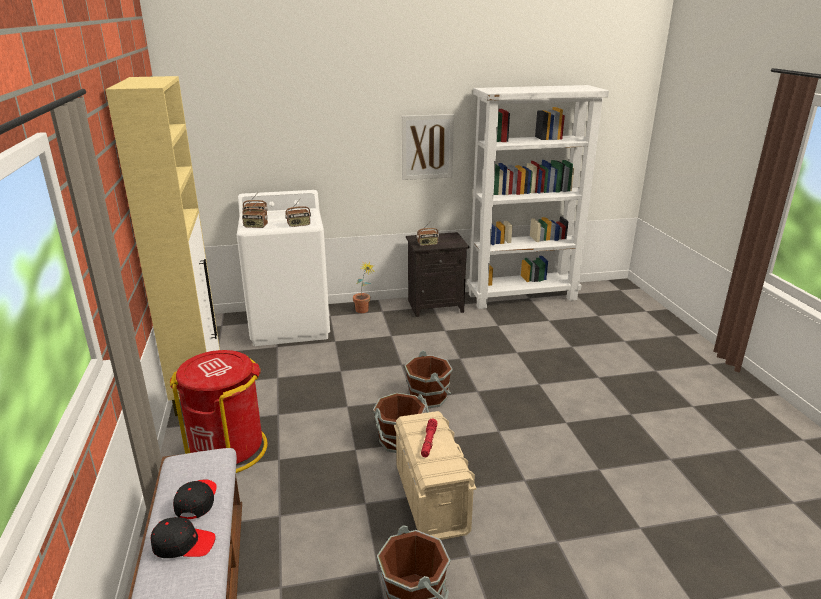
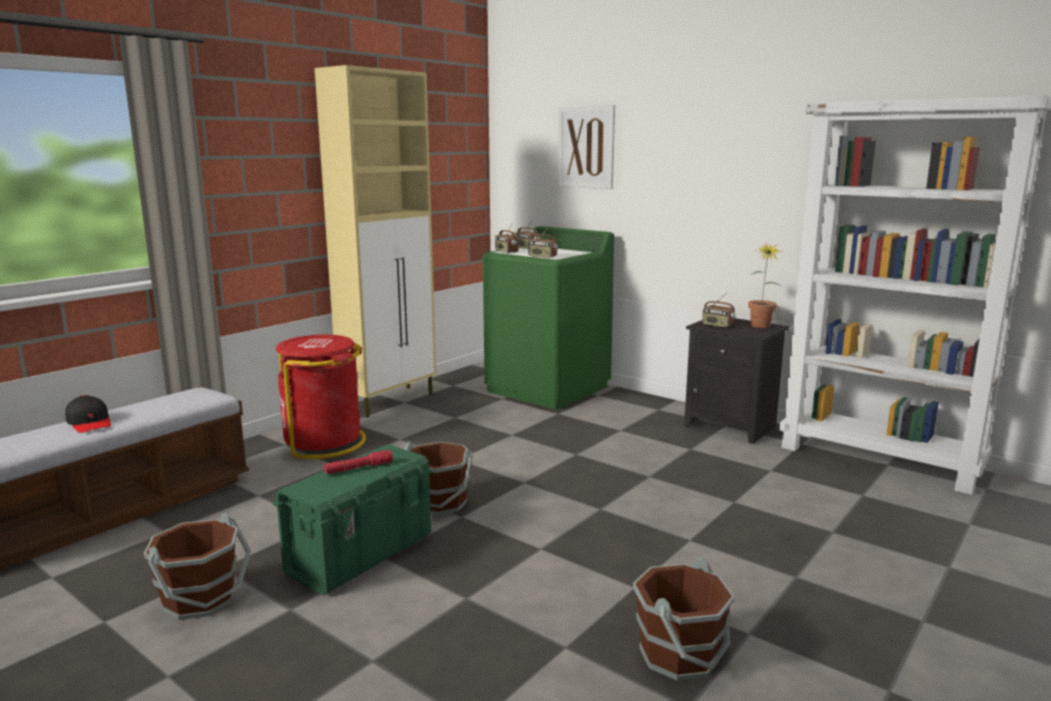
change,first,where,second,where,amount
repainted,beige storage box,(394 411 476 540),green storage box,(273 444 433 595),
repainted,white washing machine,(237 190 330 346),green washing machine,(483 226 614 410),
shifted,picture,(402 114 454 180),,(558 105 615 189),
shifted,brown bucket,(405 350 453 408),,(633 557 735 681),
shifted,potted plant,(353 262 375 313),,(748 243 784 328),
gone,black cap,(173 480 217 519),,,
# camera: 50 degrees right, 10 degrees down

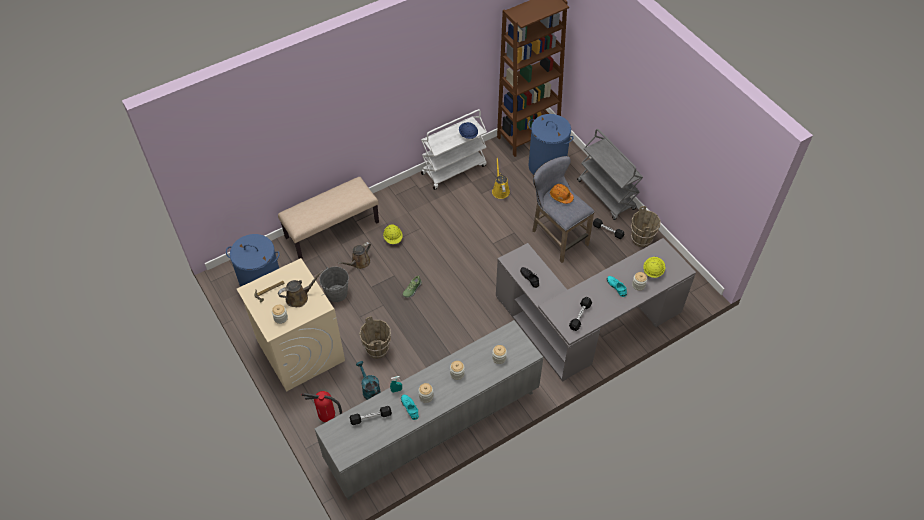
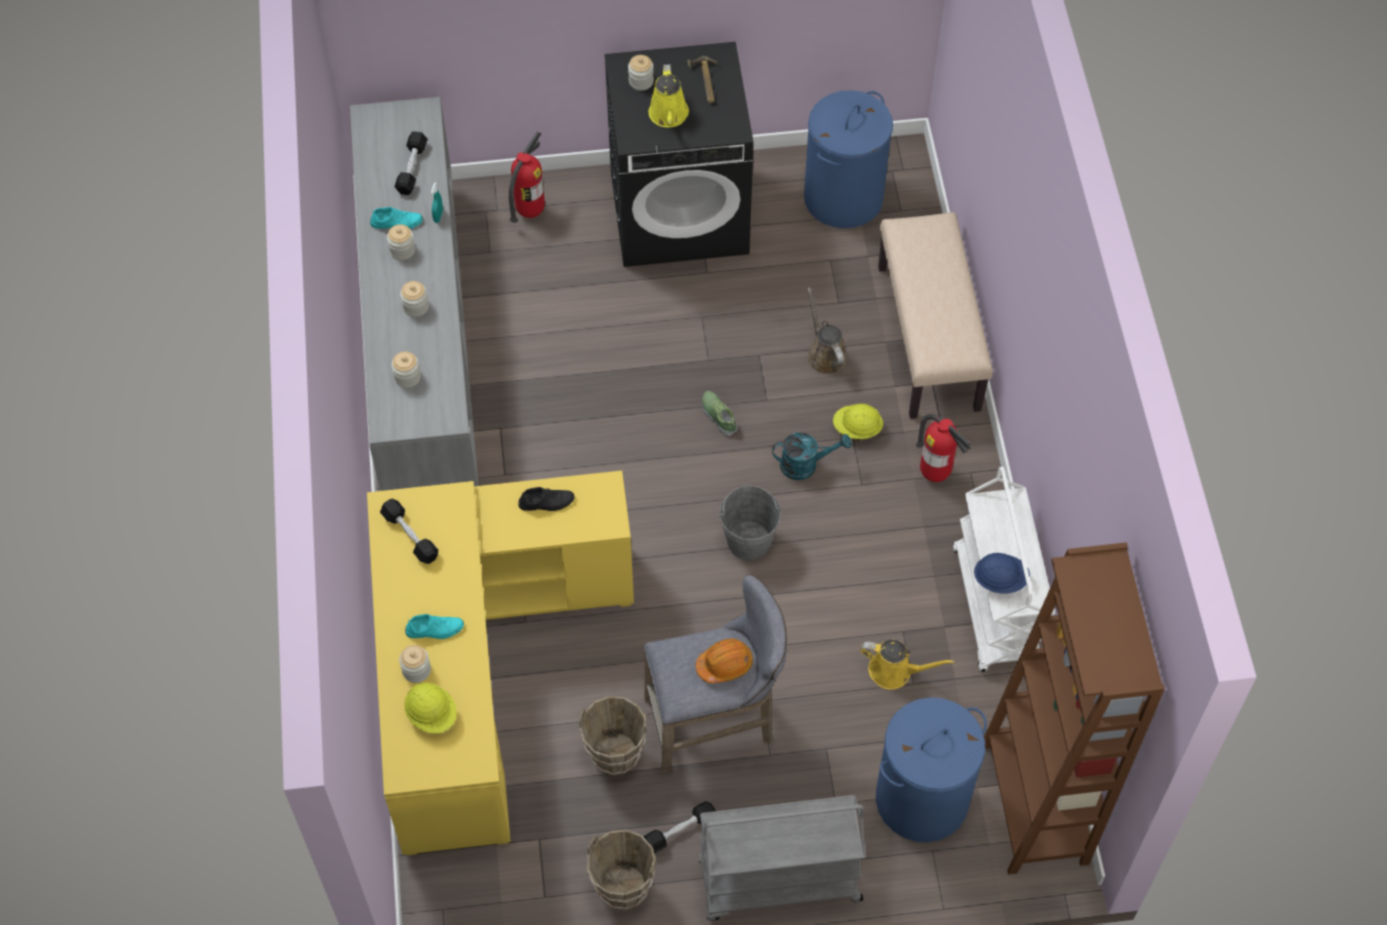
change,first,where,second,where,amount
repainted,grey desk,(496 238 696 382),yellow desk,(367 471 634 855),
shifted,brown bucket,(359 316 391 359),,(579 696 646 776),
repainted,beige washing machine,(237 258 345 392),black washing machine,(605 42 754 267),
repainted,brown watering can,(278 270 323 307),yellow watering can,(649 64 689 127),
shifted,grey bucket,(319 267 349 302),,(719 485 782 560),
shifted,turquoise watering can,(356 361 381 400),,(772 432 852 480),
new,,,fire extinguisher,(916 414 971 482),
# camera: 115 degrees right, 5 degrees up

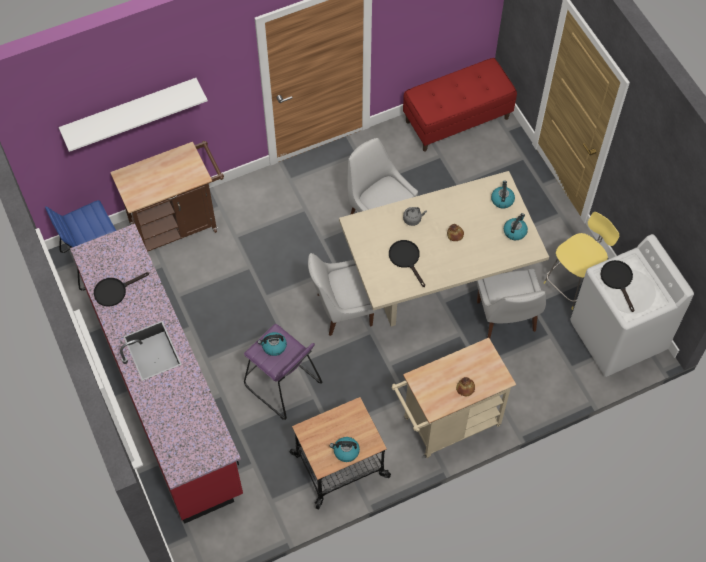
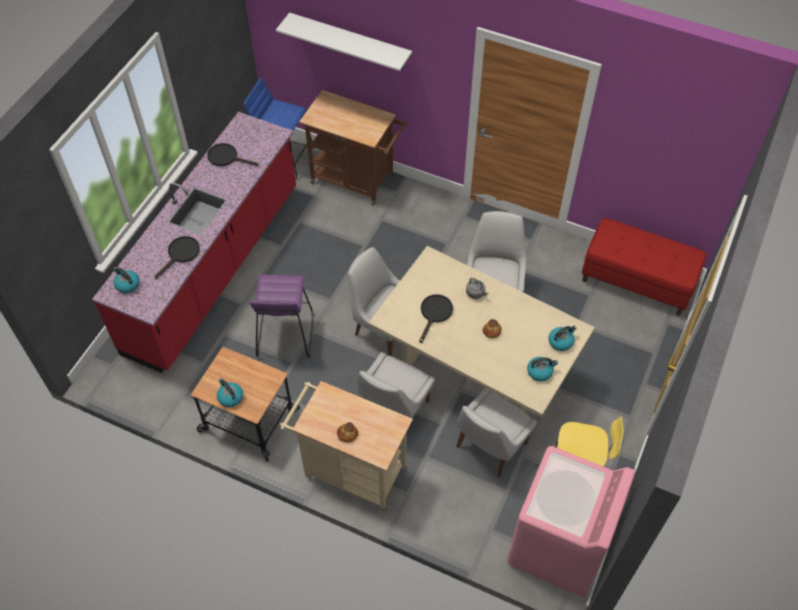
change,first,where,second,where,amount
shifted,kettle,(258 332 287 356),,(113 267 140 293),
shifted,black frying pan,(601 260 634 312),,(154 236 200 279),
new,,,white chair,(357 352 435 437),
repainted,white washing machine,(570 234 694 377),pink washing machine,(507 446 635 598),
# camera: 50 degrees right, 5 degrees down

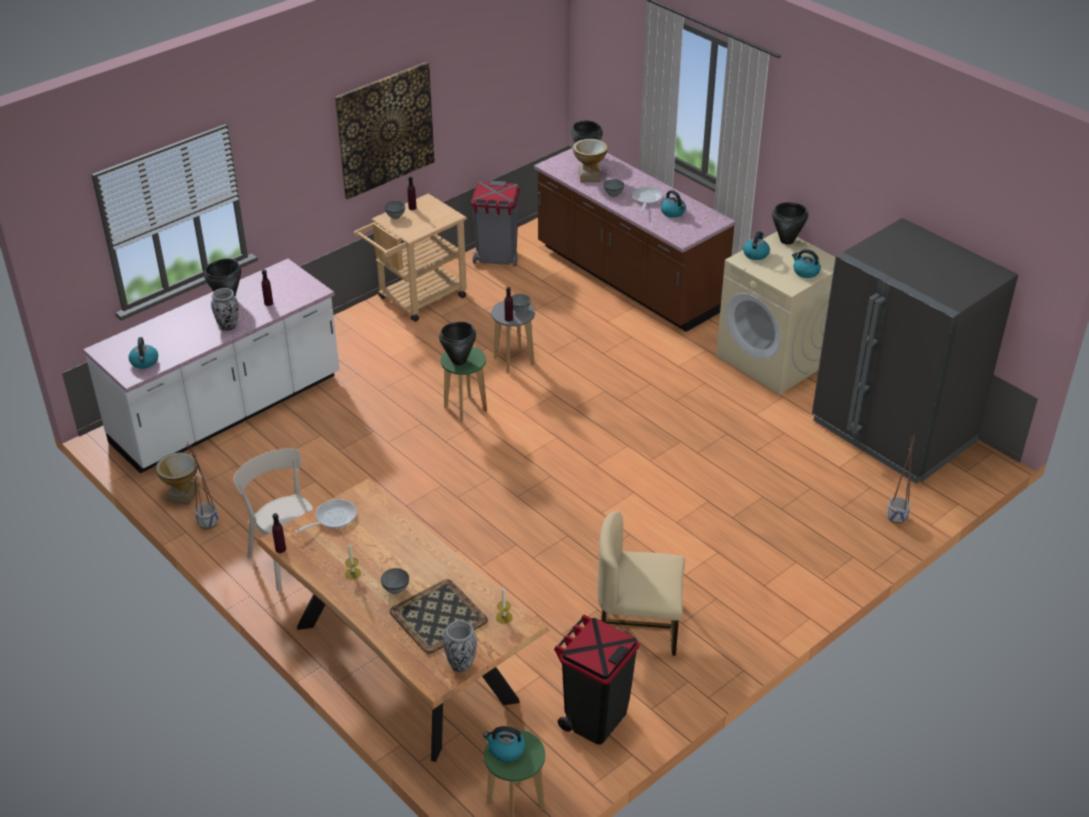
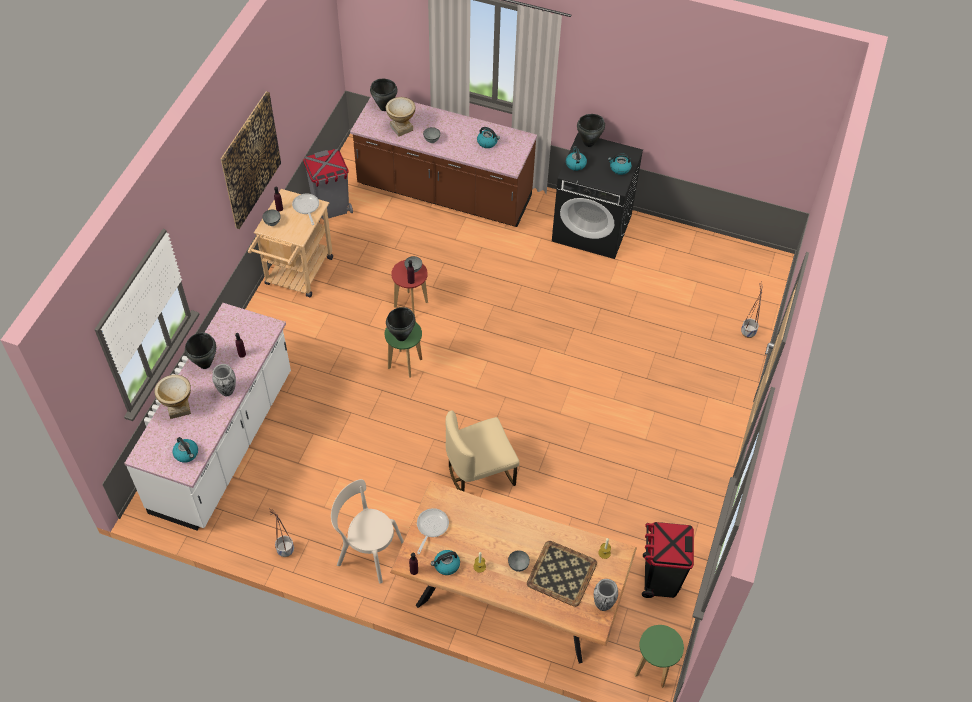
change,first,where,second,where,amount
shifted,vase,(156 452 198 505),,(154 375 191 419),
shifted,frying pan,(632 187 663 212),,(292 194 319 225),
repainted,grey stool,(491 301 535 373),red stool,(391 260 428 315),
shifted,kettle,(483 726 525 762),,(431 550 460 575),
shifted,beige chair,(597 511 685 656),,(445 410 519 492),
repainted,beige washing machine,(716 232 835 395),black washing machine,(552 133 643 259),
gone,grey fridge,(812 218 1018 484),,,
# camera: 30 degrees left, 15 degrees up

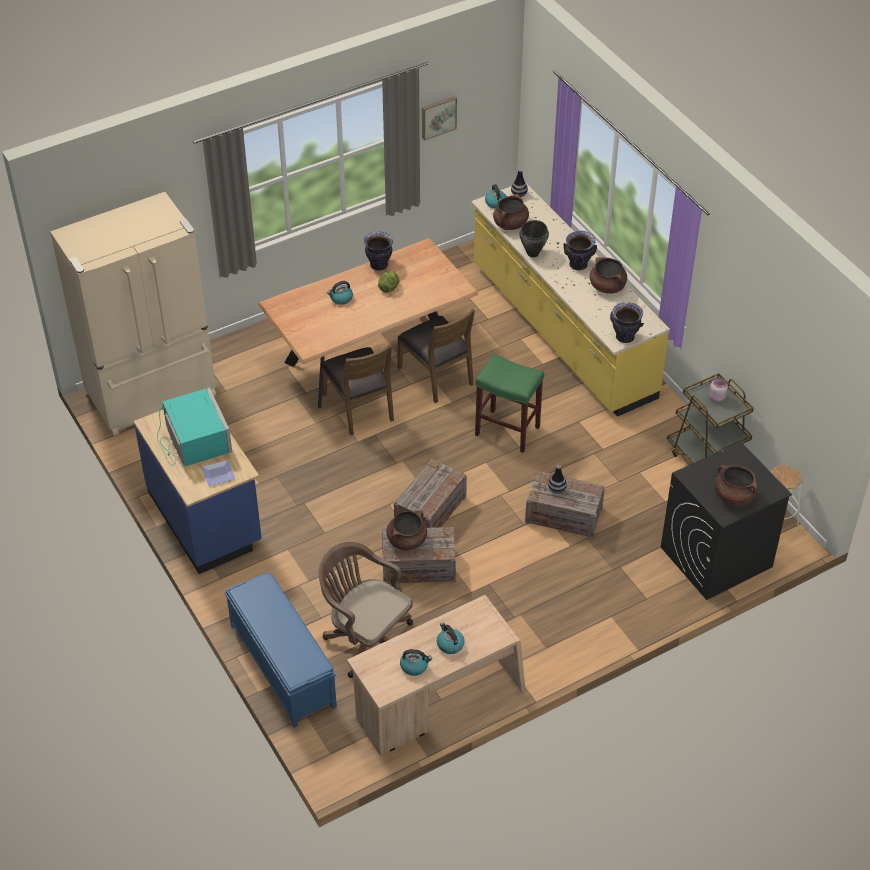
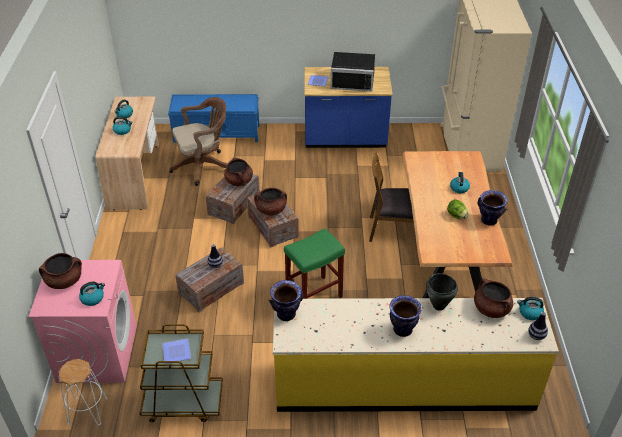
change,first,where,second,where,amount
repainted,black washing machine,(661 441 792 600),pink washing machine,(29 260 137 383),
new,,,kettle,(79 282 105 306),
swapped,pink jar,(709 377 728 402),plate,(162 338 191 361),
shifted,brown cooking pot,(590 257 627 294),,(254 188 287 215),
repainted,turquoise microwave,(157 388 232 466),black microwave,(331 52 375 92),
gone,brown chair,(397 309 475 403),,,
gone,picture,(422 96 457 140),,,
# camera: 120 degrees right, 5 degrees down

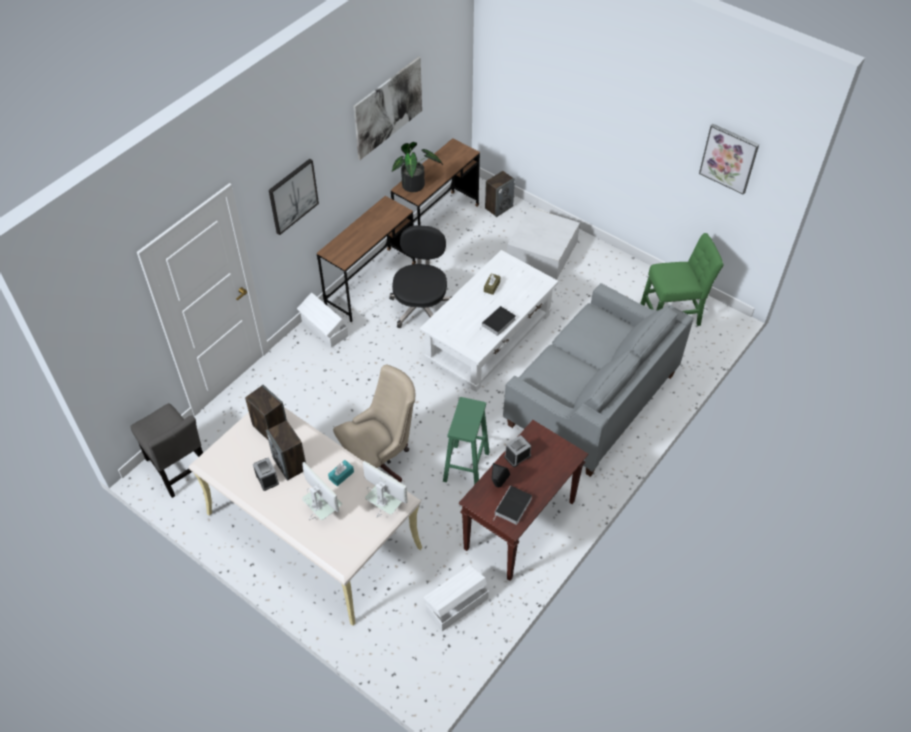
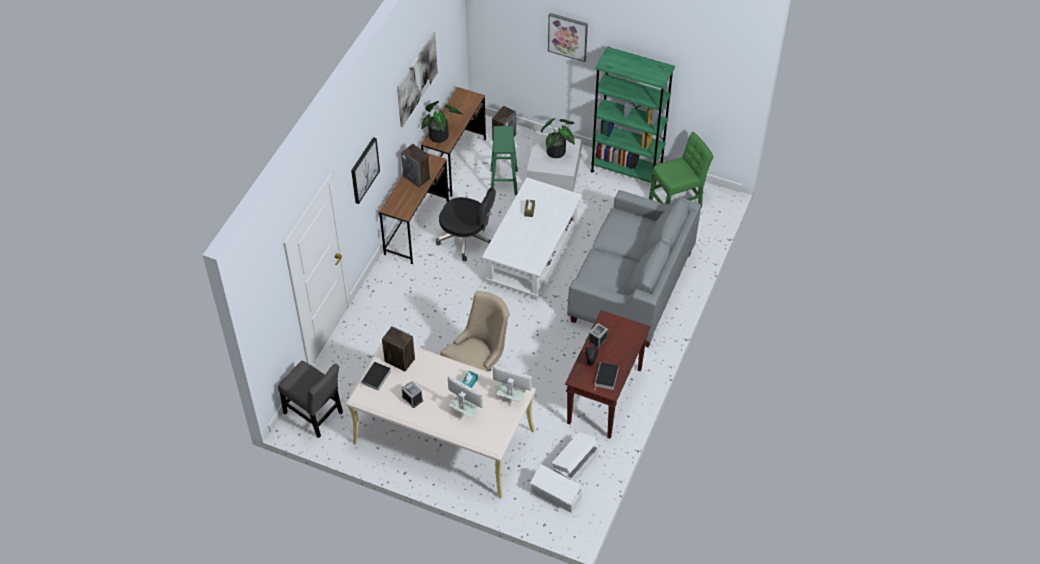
change,first,where,second,where,amount
shifted,book,(479 306 516 336),,(360 362 391 391),
shifted,speaker,(266 420 306 481),,(401 144 431 188),
rotated,black office chair,(389 225 452 328),,(436 188 496 261),120 degrees clockwise
shifted,green stool,(443 397 489 485),,(491 126 518 195),
shifted,white storage box,(297 292 348 348),,(530 464 583 512),
new,,,potted plant,(541 118 575 158),
shifted,picture,(699 124 759 194),,(548 13 588 62),
new,,,green bookcase,(591 47 675 189),
# camera: 15 degrees left, 0 degrees up

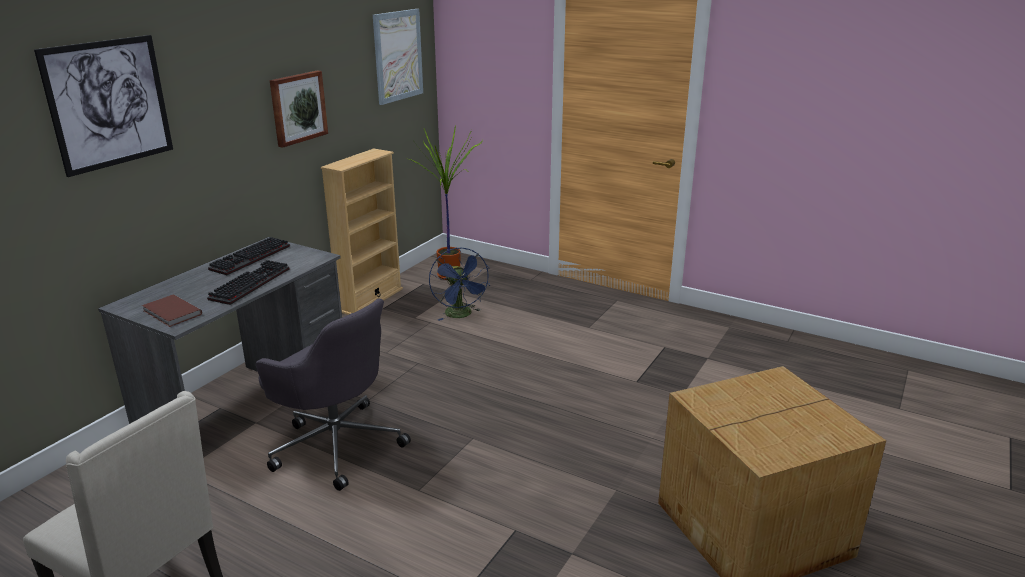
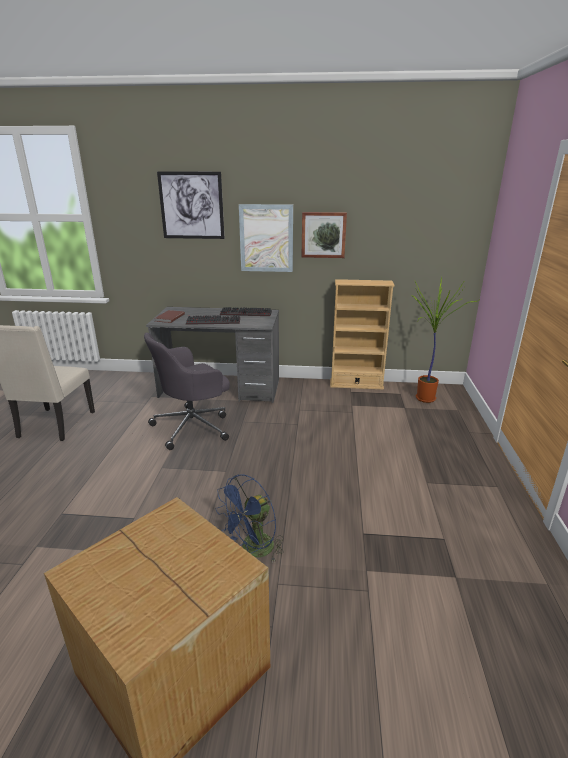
change,first,where,second,where,amount
rotated,grey office chair,(256 298 411 491),,(144 333 230 450),45 degrees clockwise
shifted,blue fan,(429 248 490 321),,(216 474 284 563),
shifted,picture,(373 9 423 105),,(239 204 293 272),
# camera: 65 degrees right, 0 degrees up

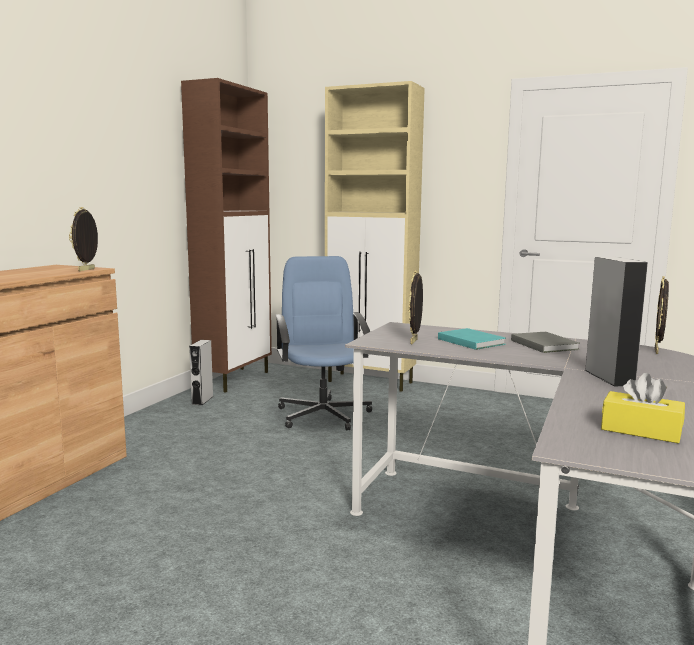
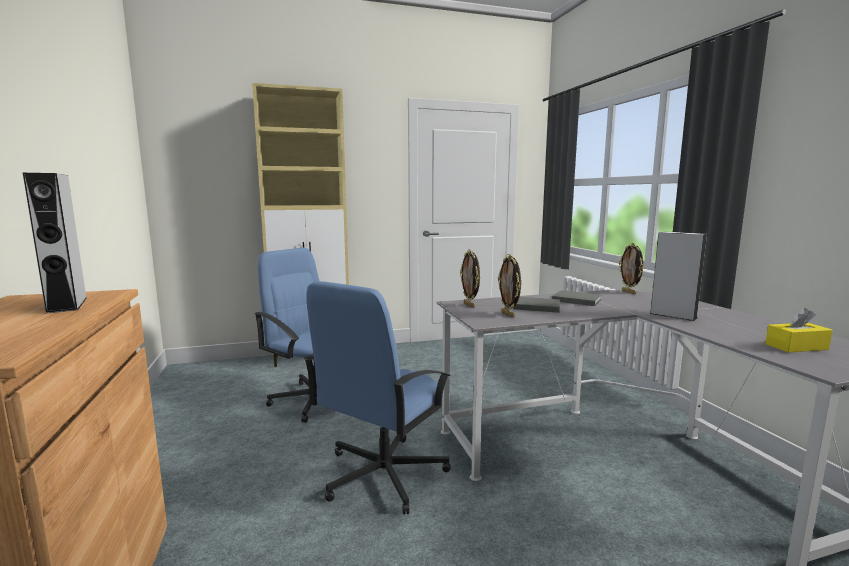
change,first,where,second,where,amount
shifted,grey speaker,(189 340 214 405),,(23 173 87 313),
new,,,blue office chair,(304 281 451 515),
shifted,picture frame,(69 207 98 271),,(460 249 480 308),
repainted,turquoise book,(438 328 506 350),grey book,(513 297 560 313),
gone,brown cabinet,(181 78 272 393),,,
# camera: 40 degrees left, 0 degrees up

